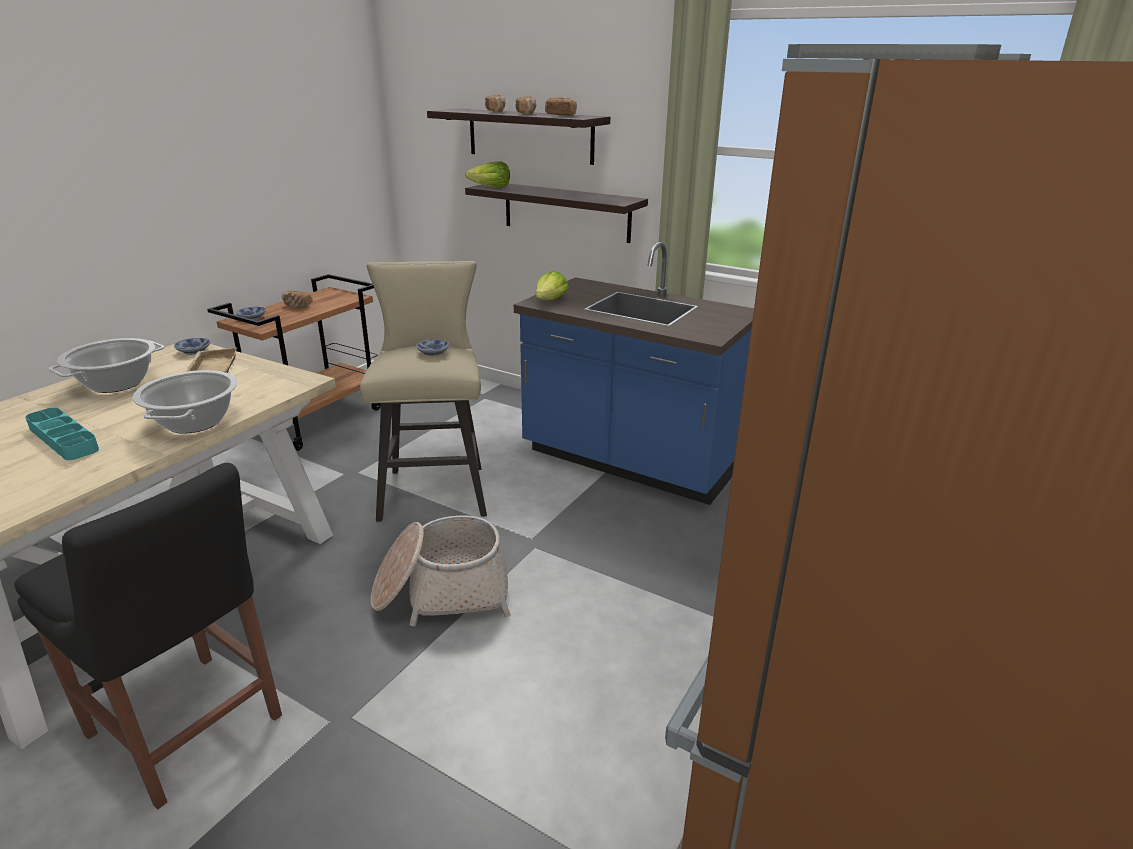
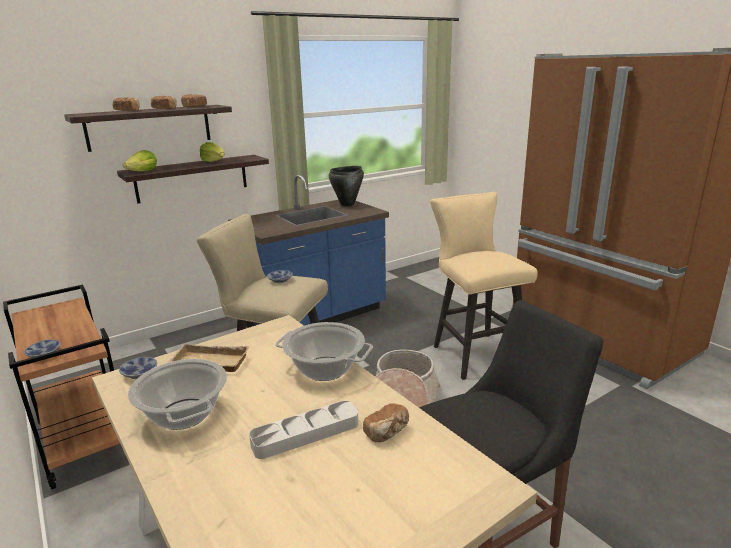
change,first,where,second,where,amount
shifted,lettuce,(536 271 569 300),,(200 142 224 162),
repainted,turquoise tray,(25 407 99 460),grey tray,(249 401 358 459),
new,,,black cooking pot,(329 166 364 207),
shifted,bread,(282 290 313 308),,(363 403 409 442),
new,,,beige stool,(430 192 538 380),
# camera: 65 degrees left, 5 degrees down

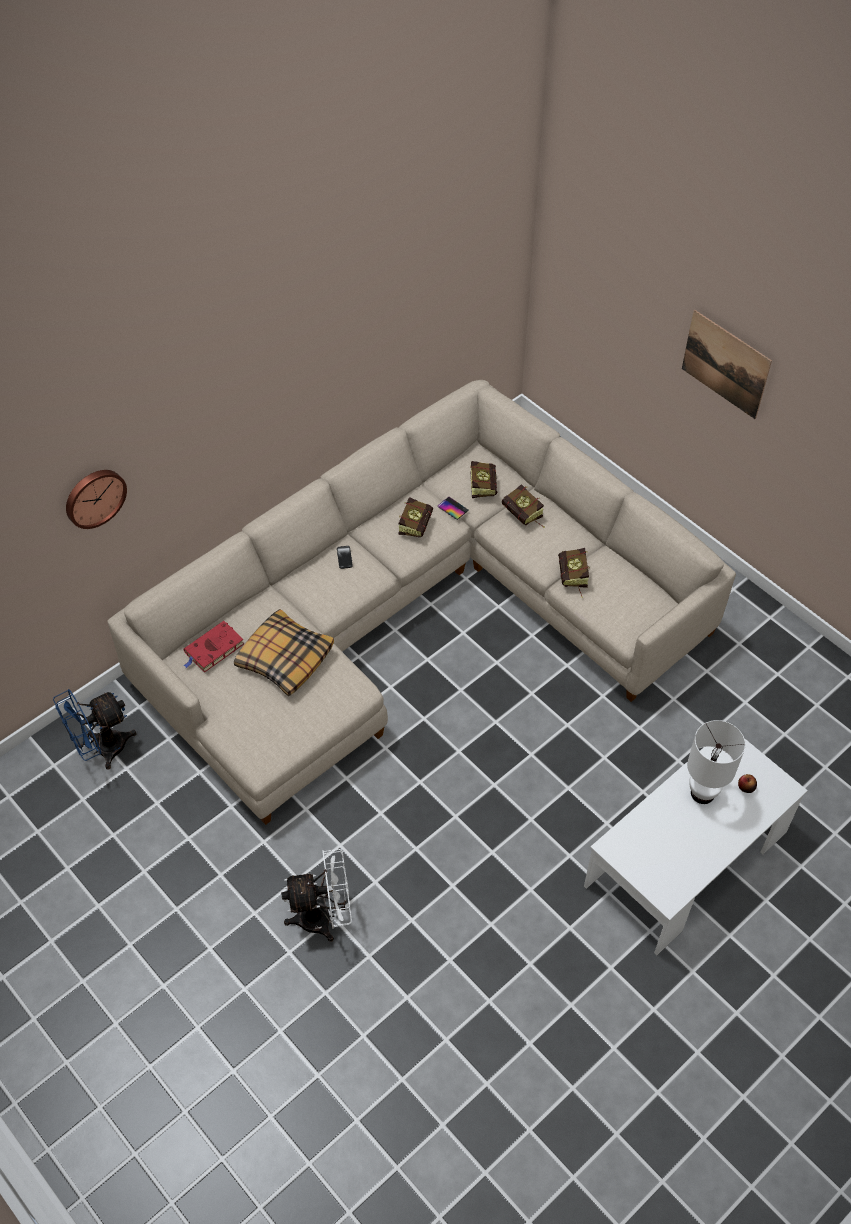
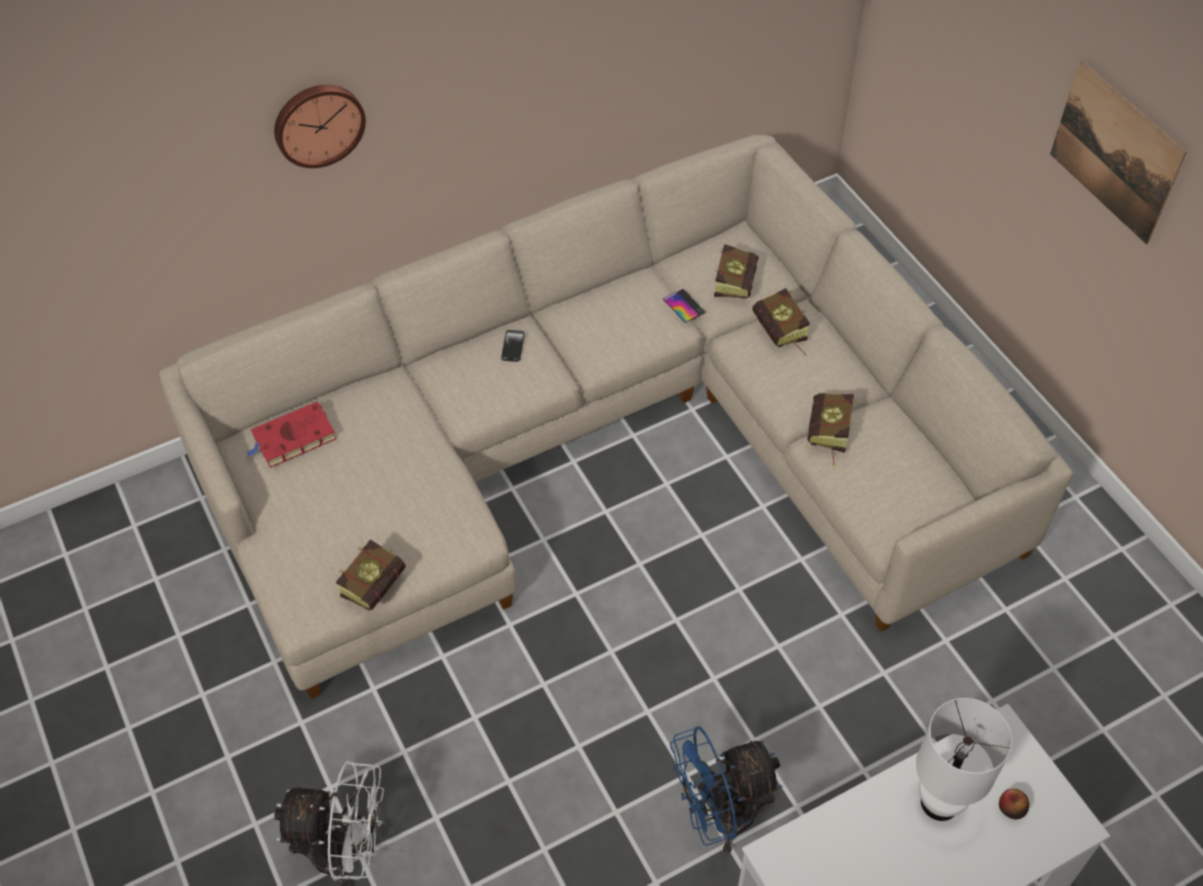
change,first,where,second,where,amount
shifted,wall clock,(66 470 127 529),,(274 85 366 168),
shifted,book,(398 497 433 538),,(336 539 406 611),
shifted,blue fan,(53 689 137 770),,(670 726 782 854),
gone,pillow,(234 609 334 696),,,
# camera: 15 degrees right, 0 degrees up

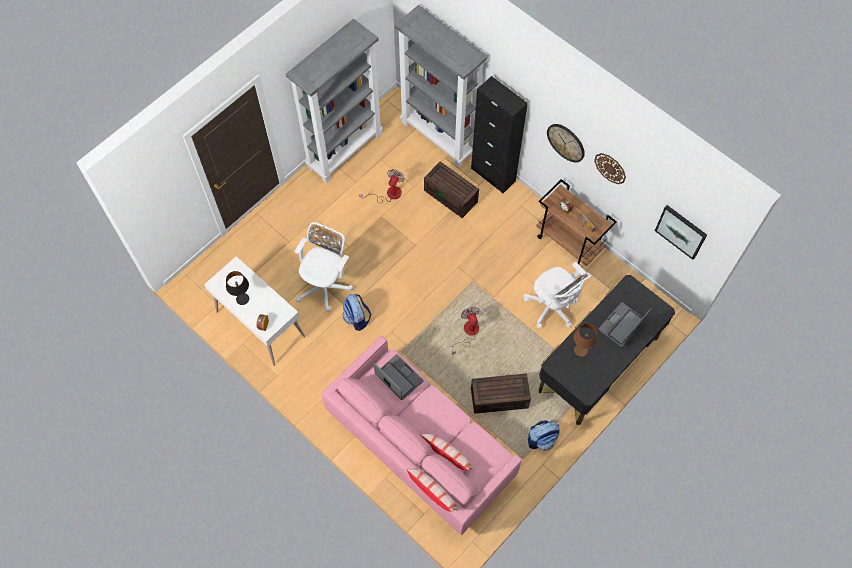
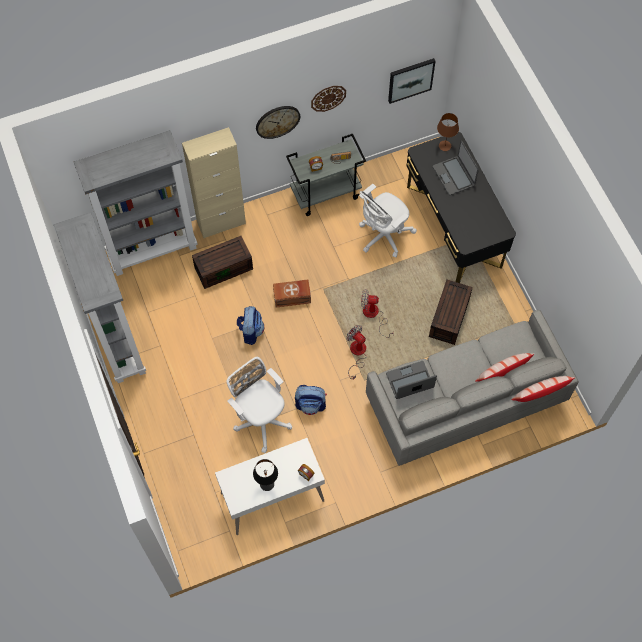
change,first,where,second,where,amount
repainted,black cabinet,(471 76 528 193),beige cabinet,(182 127 246 238),
shifted,backpack,(528 420 560 451),,(237 306 264 345),
new,,,brown storage box,(273 279 311 307),
repainted,brown cart,(536 179 617 266),grey cart,(286 134 366 216),
shifted,fan,(359 169 405 203),,(346 325 367 380),
rotated,white office chair,(524 262 591 329),,(359 184 417 258),150 degrees clockwise
repainted,pink sofa,(321 336 522 535),grey sofa,(366 310 579 466),
shifted,brown table lamp,(574 324 597 357),,(437 113 459 151),
# camera: 65 degrees left, 0 degrees up

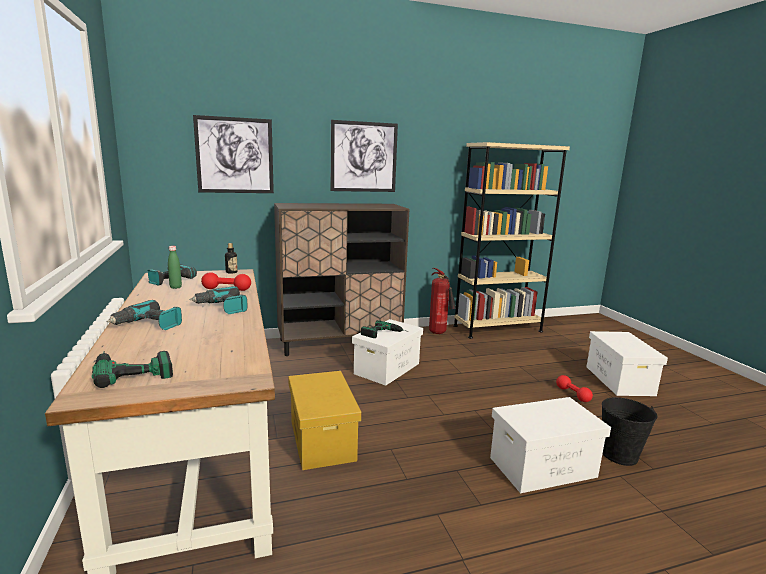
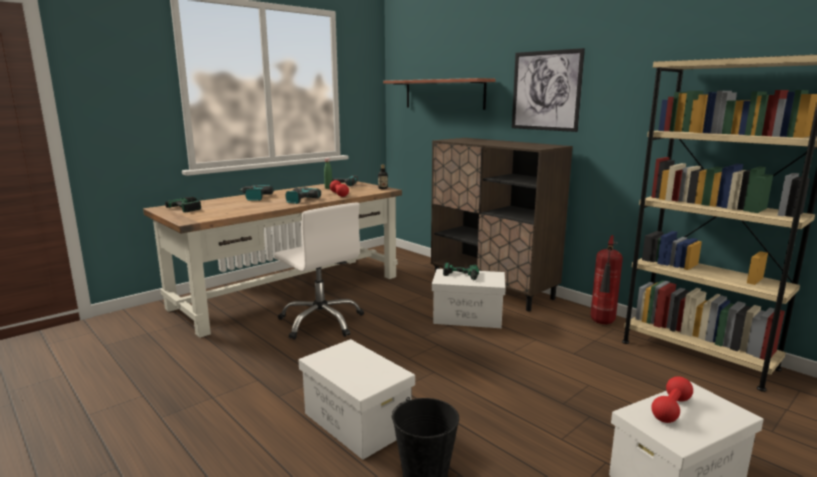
change,first,where,second,where,amount
swapped,yellow storage box,(288 371 361 470),white office chair,(274 203 364 340),
swapped,picture,(193 115 274 193),shelf,(383 78 496 110),
shifted,red dumbbell,(556 375 593 402),,(652 376 693 423),
# camera: 65 degrees right, 0 degrees up

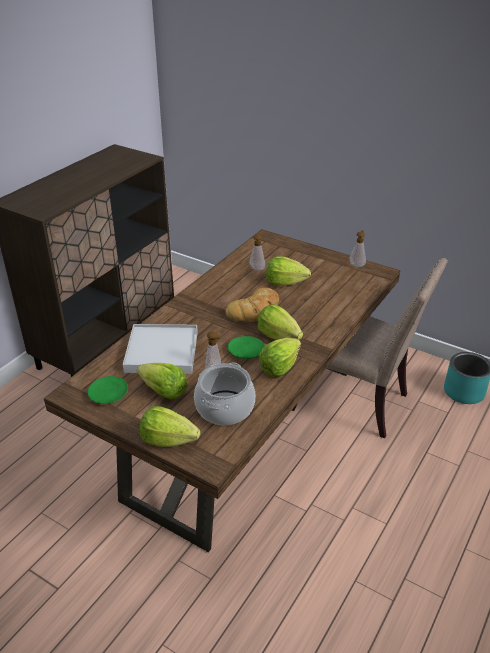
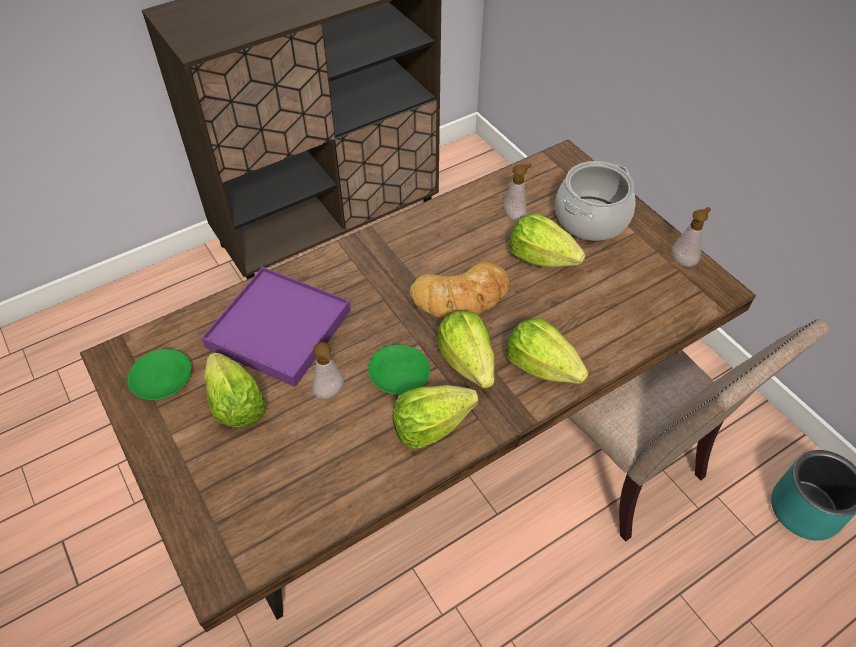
change,first,where,second,where,amount
repainted,white tray,(123 324 198 374),purple tray,(202 267 351 387),
shifted,lettuce,(140 406 201 447),,(506 317 589 384),
shifted,cooking pot,(194 362 256 425),,(555 161 636 241),
# camera: 25 degrees right, 15 degrees up

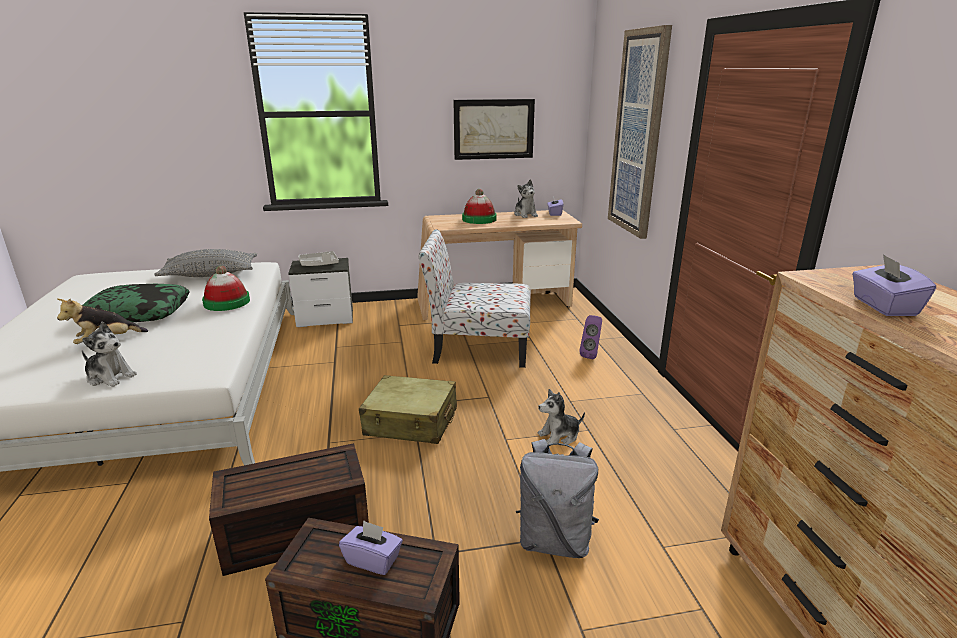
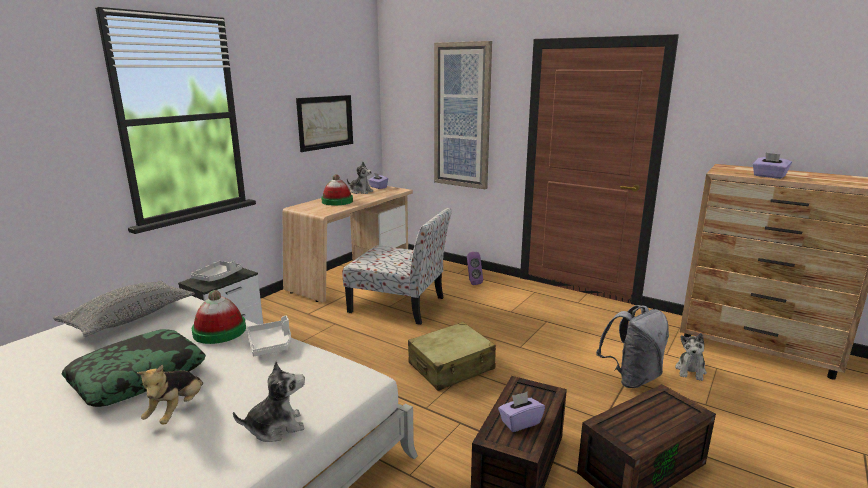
change,first,where,second,where,amount
new,,,white tray,(246 316 291 356),
rotated,chair,(418 229 531 368),,(342 208 452 325),120 degrees counterclockwise
shifted,purple tissue box,(339 520 403 575),,(498 392 545 432),
shifted,plush toy,(538 389 585 445),,(675 333 707 381),
# camera: 45 degrees left, 5 degrees down

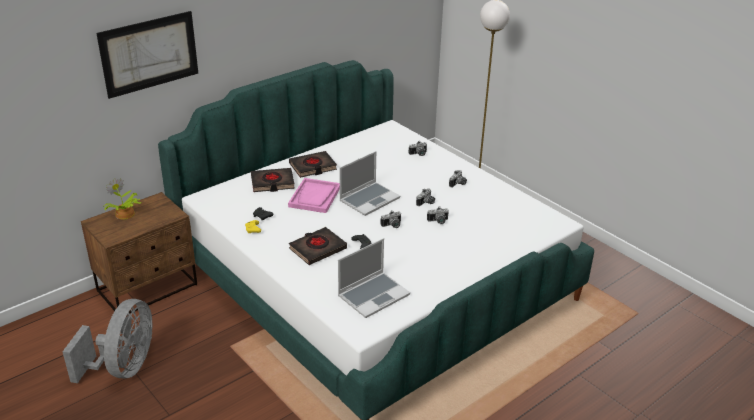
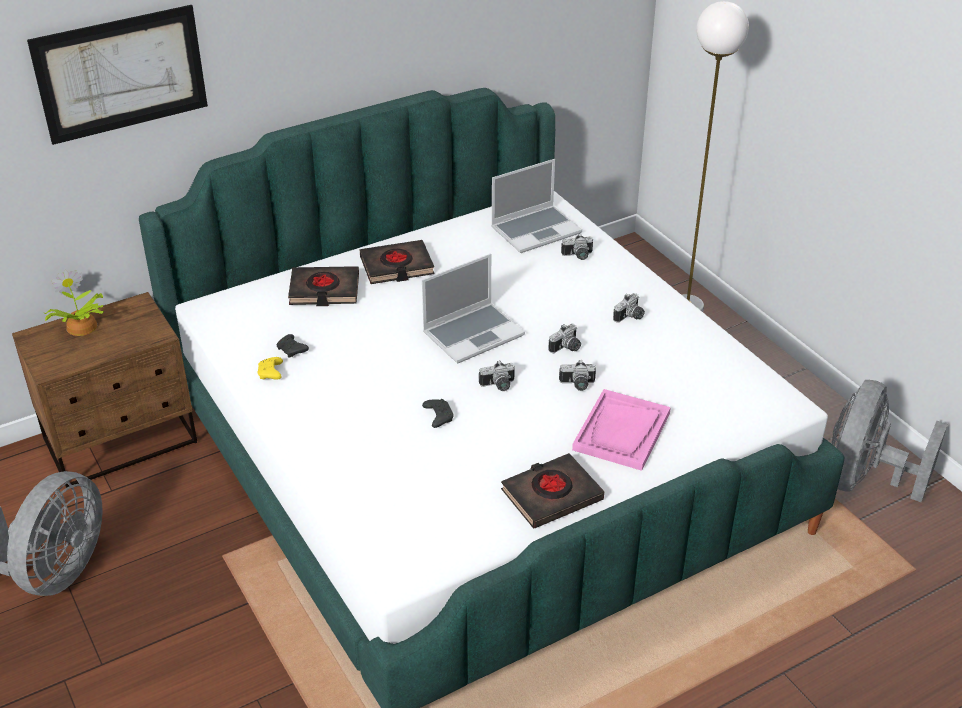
change,first,where,second,where,amount
shifted,laptop,(338 238 410 318),,(491 159 582 253),
shifted,black book,(289 227 347 265),,(501 453 604 529),
shifted,pink tray,(288 178 340 213),,(572 389 671 471),
new,,,grey fan,(831 380 948 502),
# camera: 10 degrees right, 5 degrees up

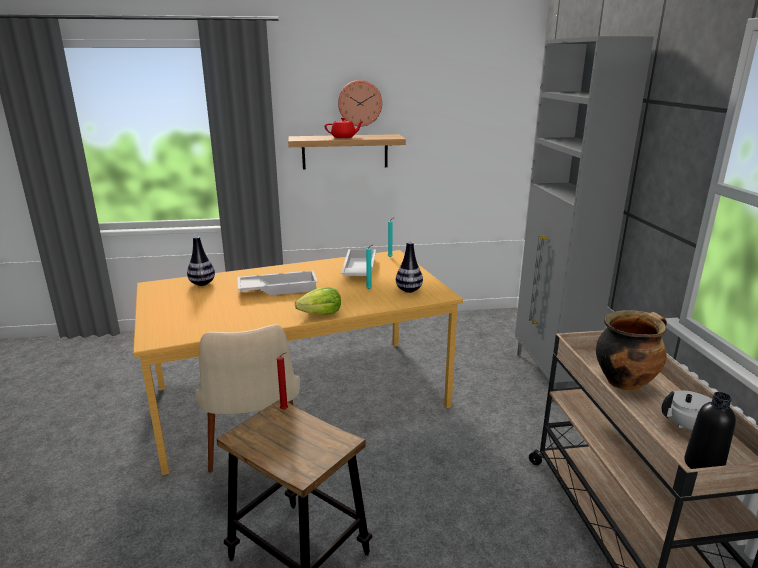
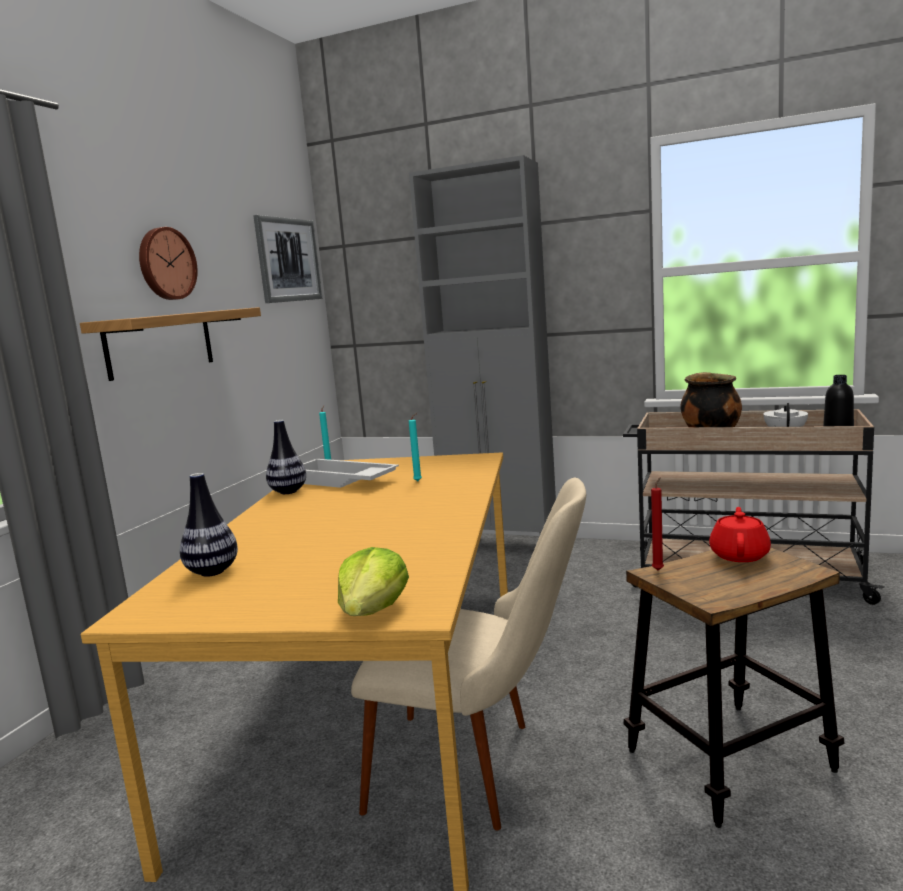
change,first,where,second,where,amount
new,,,picture,(253 215 322 303),
shifted,vase,(396 242 423 293),,(266 420 306 494),
shifted,lettuce,(295 287 341 315),,(338 547 409 616),
shifted,red teapot,(325 117 364 138),,(709 507 771 562),
gone,white tray,(237 270 318 295),,,
# camera: 60 degrees left, 10 degrees down

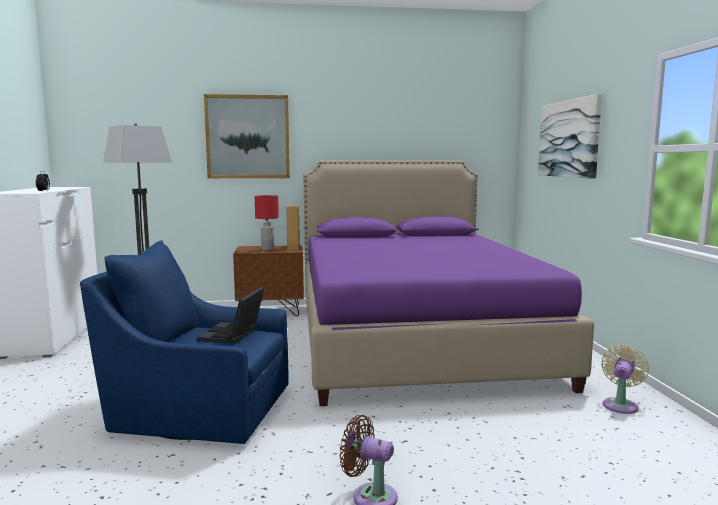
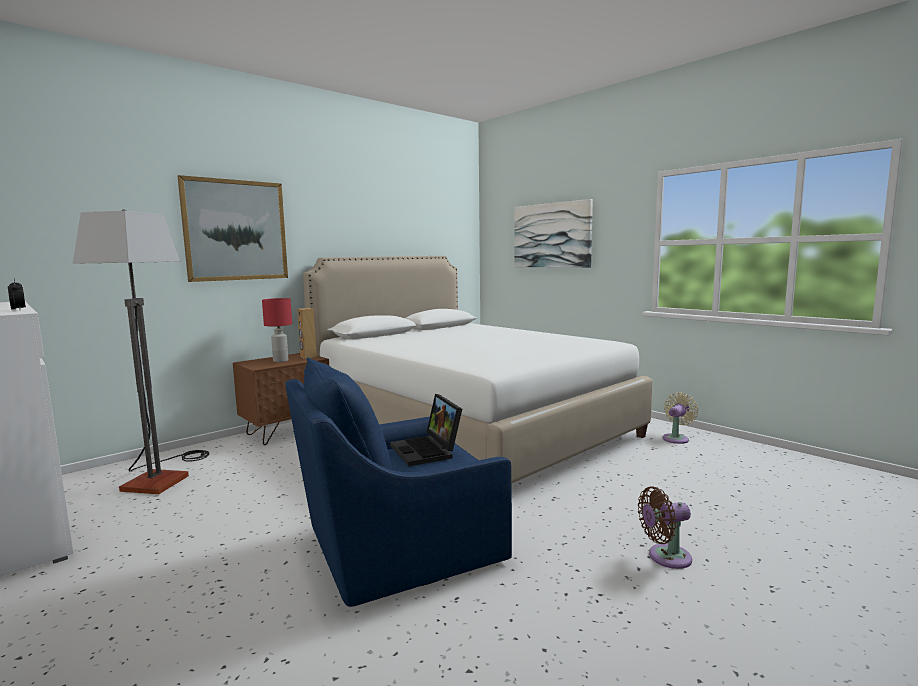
change,first,where,second,where,amount
repainted,purple bed,(303 161 594 406),white bed,(303 256 653 484),
rotated,beige fan,(601 345 649 414),,(663 392 699 444),45 degrees clockwise
# camera: 35 degrees left, 0 degrees up

